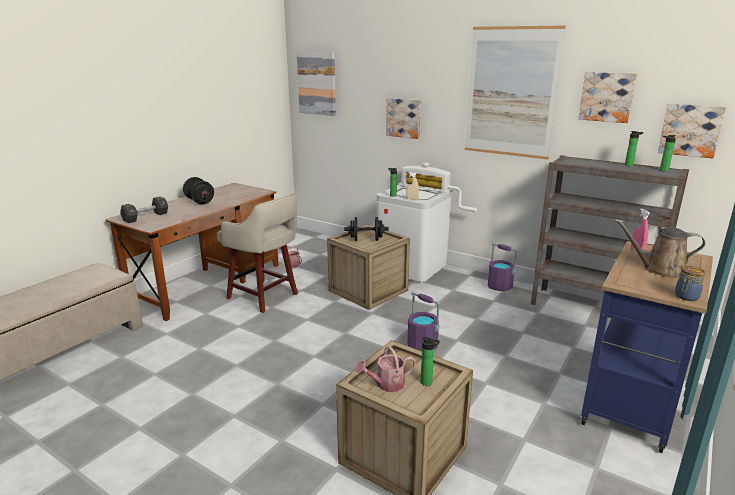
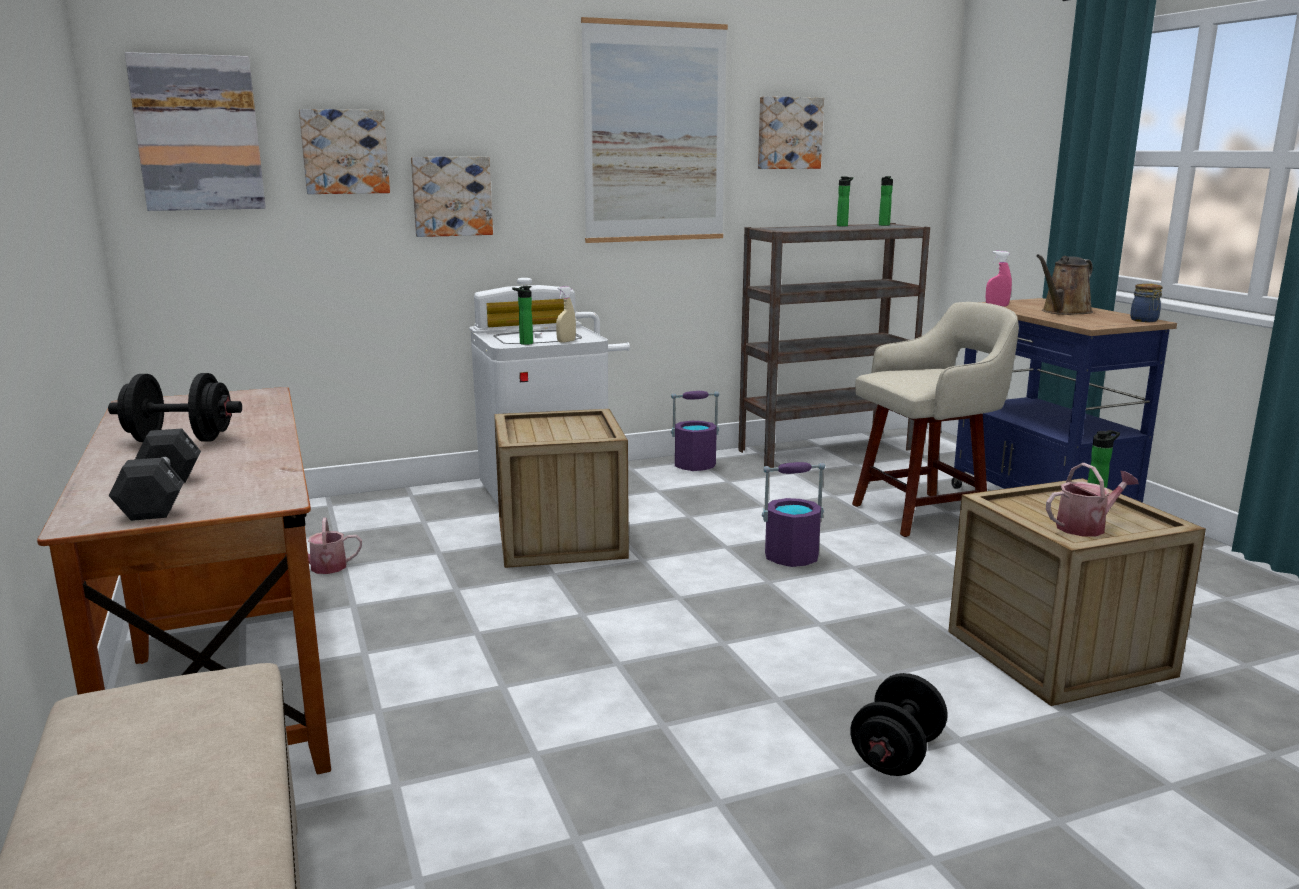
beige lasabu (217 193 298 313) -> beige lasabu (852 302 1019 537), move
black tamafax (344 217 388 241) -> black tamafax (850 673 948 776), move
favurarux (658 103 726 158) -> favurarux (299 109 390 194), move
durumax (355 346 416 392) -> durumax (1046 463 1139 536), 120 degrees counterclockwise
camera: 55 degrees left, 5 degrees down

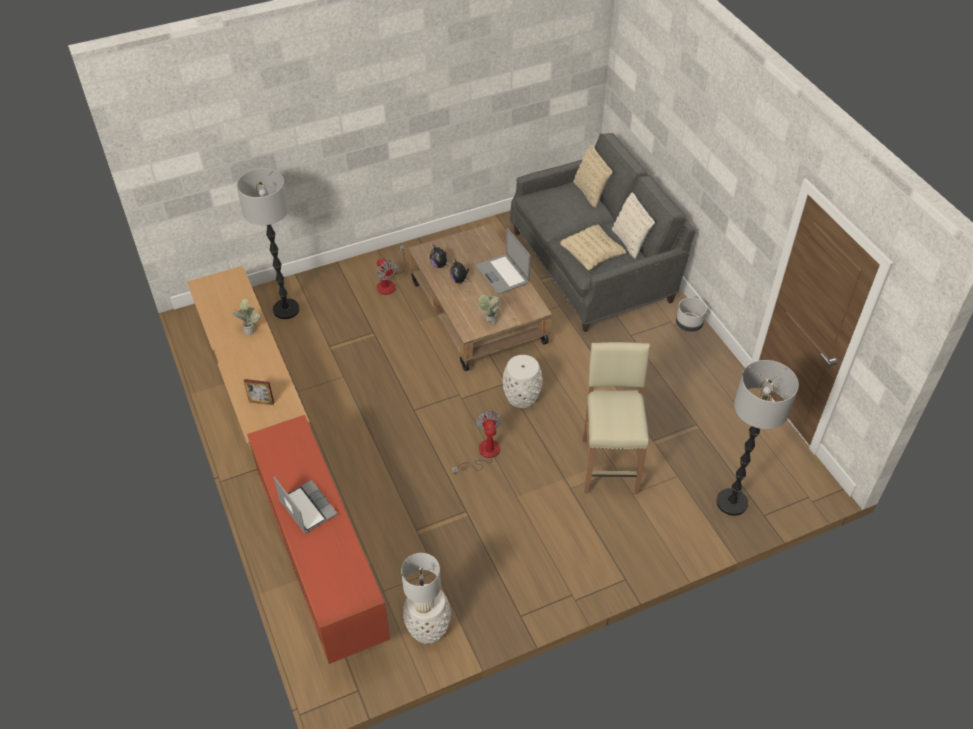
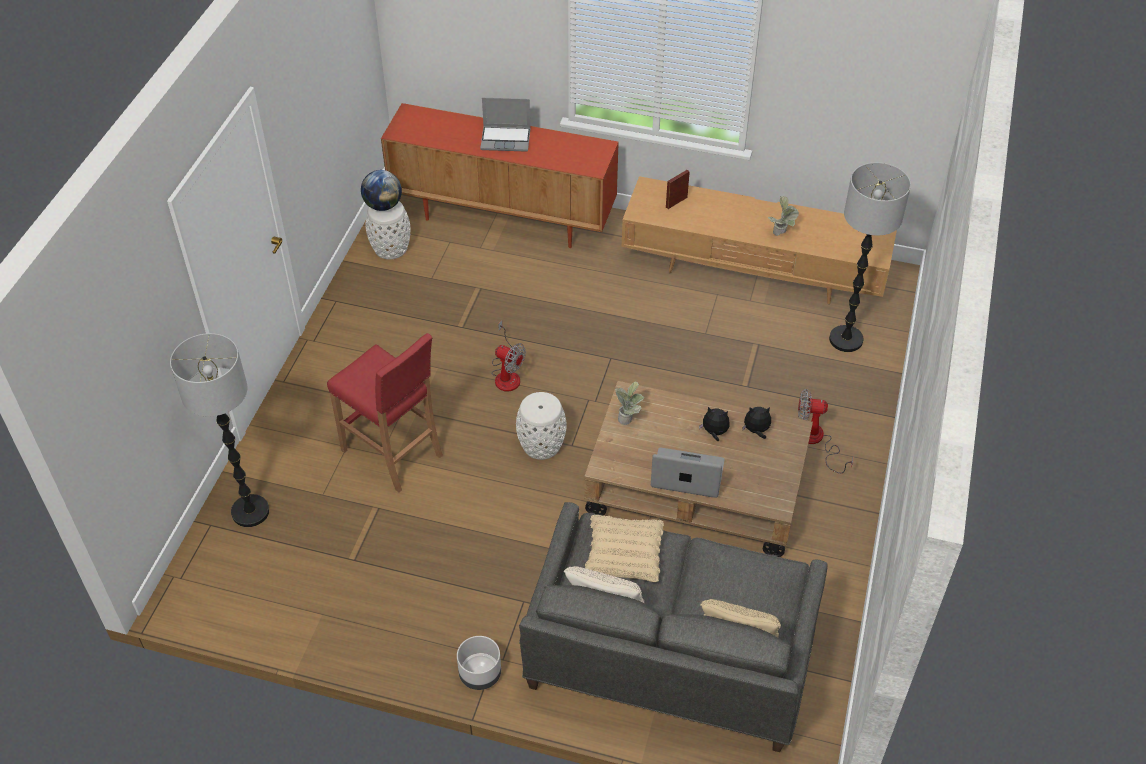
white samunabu (401 553 441 613) -> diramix (361 170 402 211)
beige lasabu (583 342 650 494) -> red lasabu (327 333 443 493)
camera: 130 degrees right, 0 degrees up

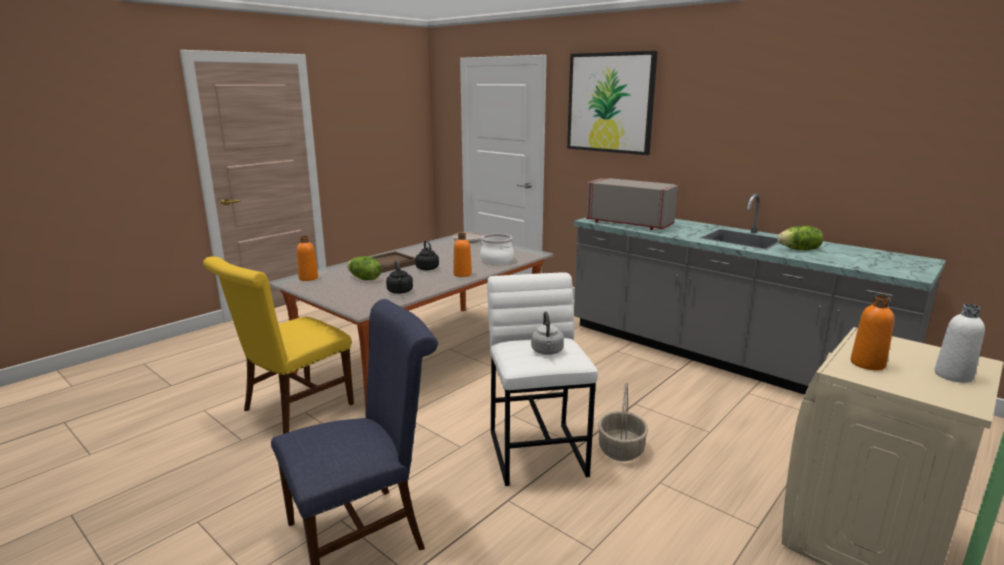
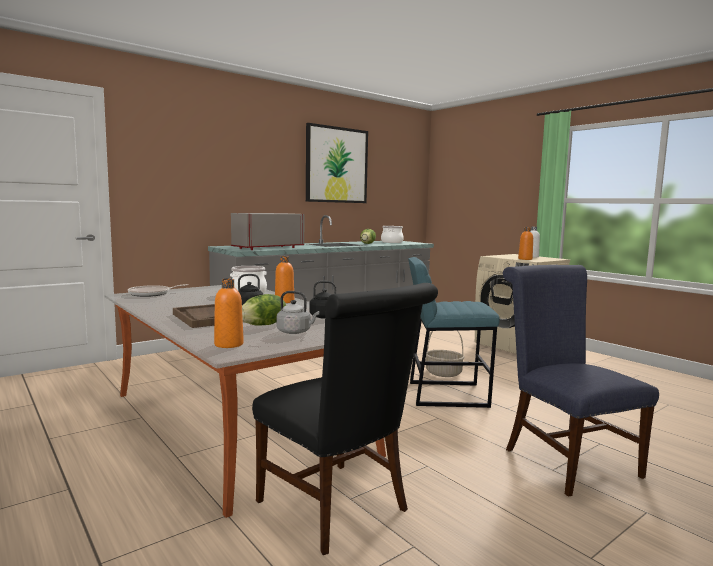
none -> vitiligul (381 226 404 243)
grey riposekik (531 312 564 355) -> grey riposekik (276 291 319 334), move
favurarux (567 51 658 155) -> favurarux (306 123 368 203), move
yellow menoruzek (203 256 354 434) -> black menoruzek (252 283 438 555)
white lasabu (487 272 598 486) -> blue lasabu (408 257 500 408)
camera: 80 degrees left, 10 degrees down

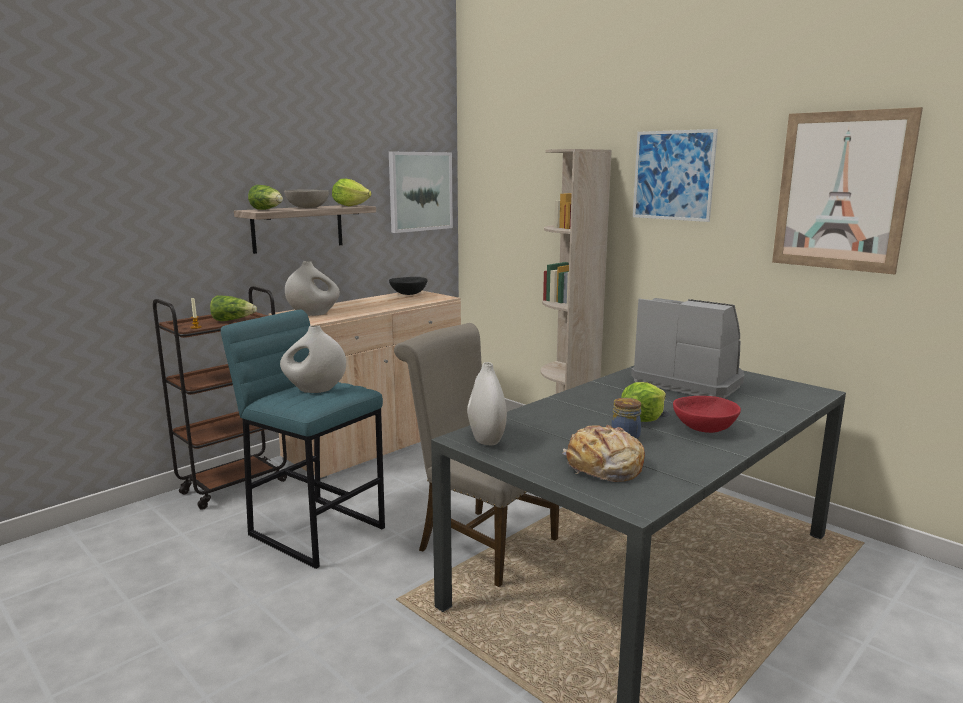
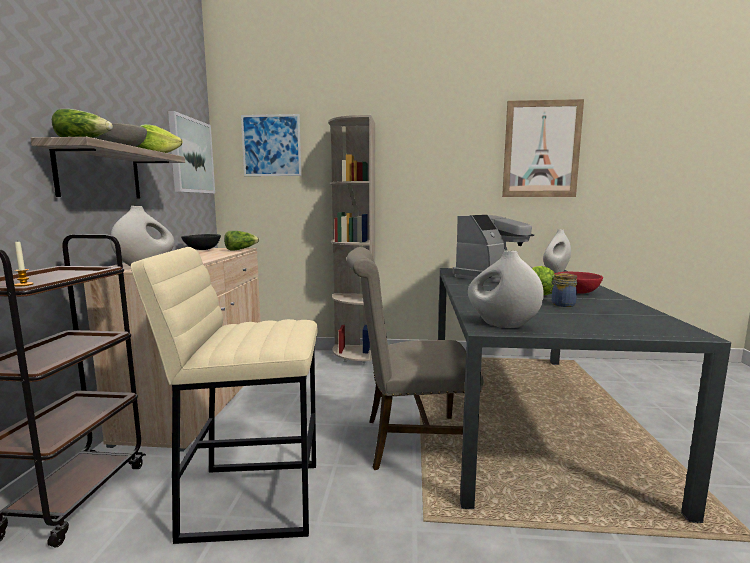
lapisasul (562 425 645 482) -> none
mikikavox (210 295 257 321) -> mikikavox (224 231 259 251), move
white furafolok (280 326 346 393) -> white furafolok (543 229 571 273), move
favurarux (633 129 718 222) -> favurarux (241 114 301 176), move
turquoise lasabu (221 310 385 569) -> beige lasabu (131 247 317 544)
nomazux (631 298 744 399) -> nomazux (453 215 534 282), 135 degrees clockwise
camera: 40 degrees left, 5 degrees down

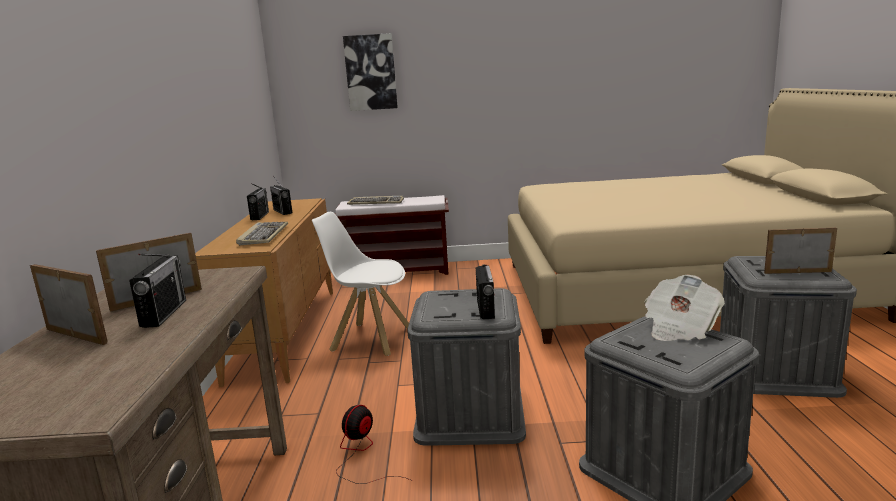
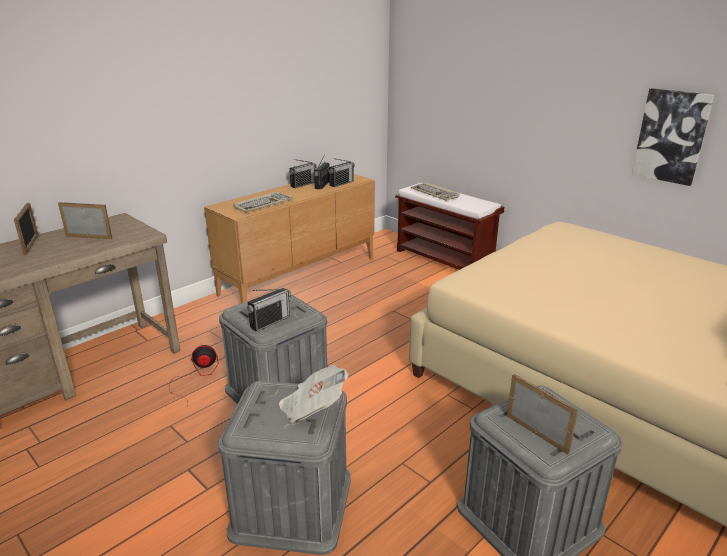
white menoruzek (312 212 409 356) -> none
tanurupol (129 254 186 328) -> tanurupol (329 158 355 187), move
favurarux (343 33 398 111) -> favurarux (632 88 714 186), move
camera: 45 degrees right, 10 degrees up

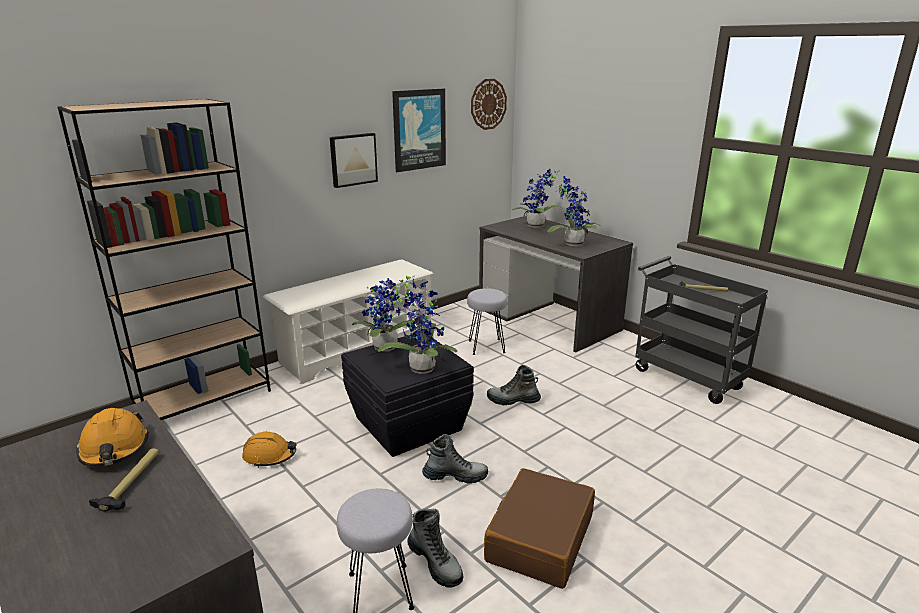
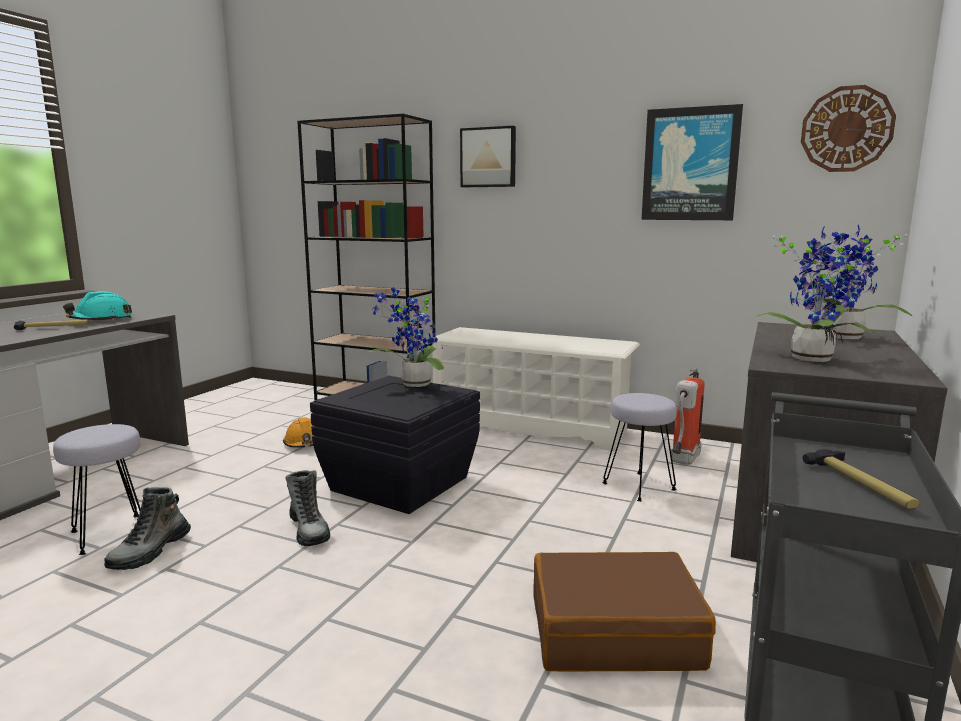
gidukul (378 279 457 374) -> none
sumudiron (487 365 541 405) -> none
none -> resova (670 368 705 465)
favurarux (330 133 378 188) -> favurarux (460 126 516 187), move
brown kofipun (484 468 595 589) -> brown kofipun (533 552 716 672), move
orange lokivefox (76 408 149 467) -> turquoise lokivefox (63 291 133 321)
camera: 65 degrees right, 10 degrees down

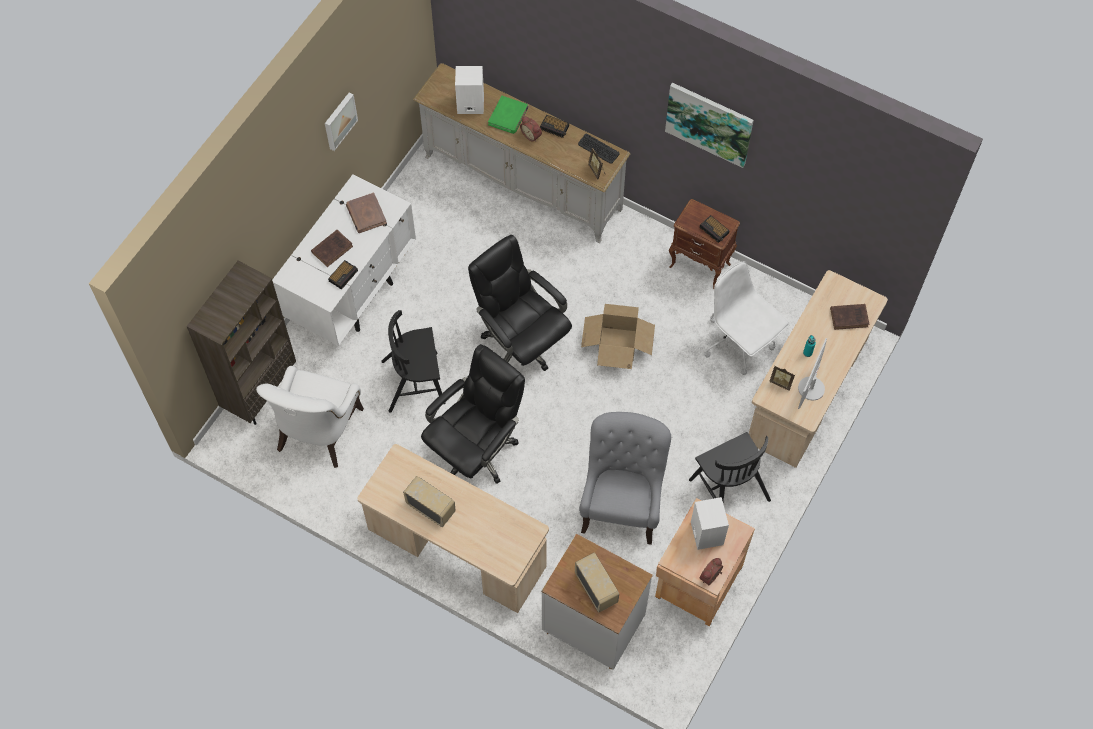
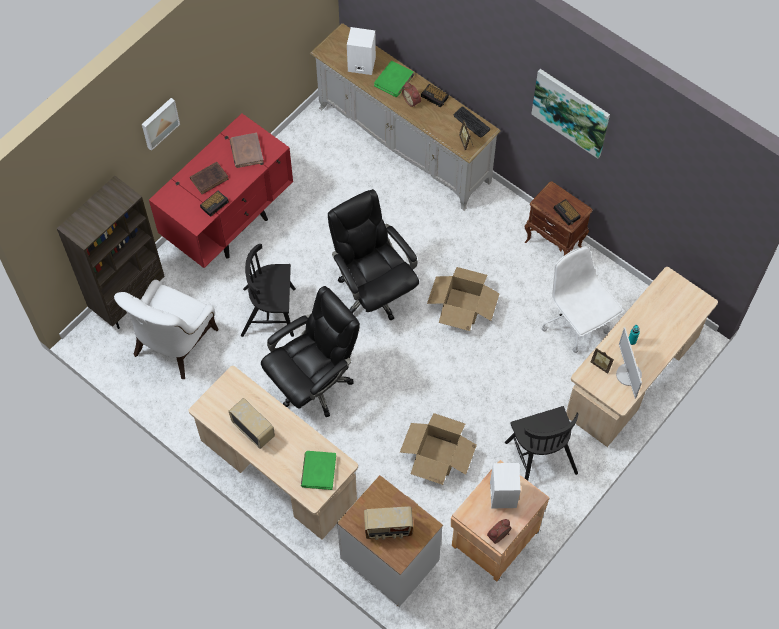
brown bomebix (830 304 869 330) -> none
none -> green bomebix (301 451 336 490)
favurarux (325 92 358 151) -> favurarux (142 98 180 151), move
grey menoruzek (579 412 671 545) -> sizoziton (400 413 477 485)
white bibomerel (272 174 416 346) -> red bibomerel (149 113 293 268)
tanurupol (575 552 619 612) -> tanurupol (364 506 413 540), 105 degrees clockwise
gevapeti (798 338 827 409) -> gevapeti (616 327 642 398), 45 degrees counterclockwise
camera: 10 degrees right, 0 degrees up

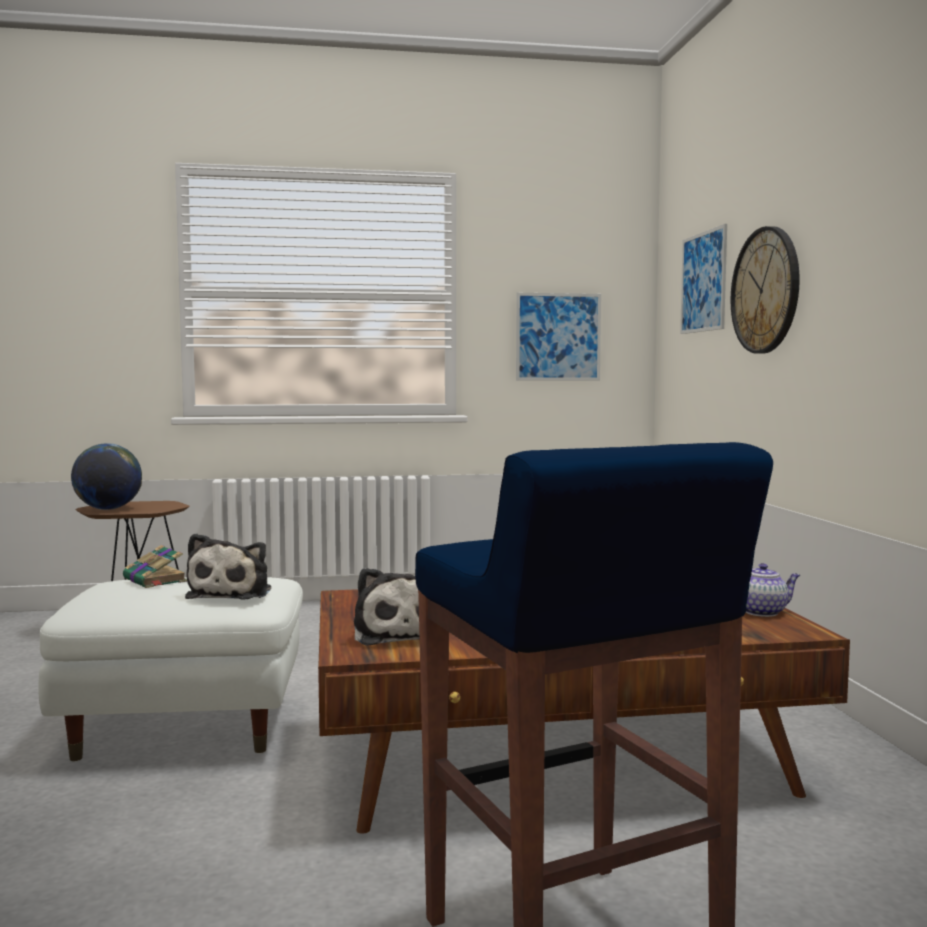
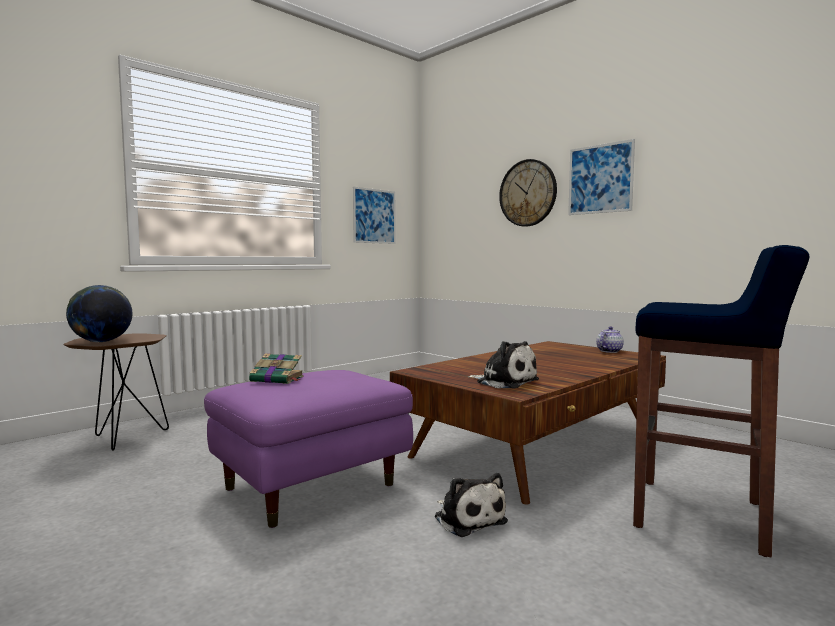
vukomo (185 533 271 600) -> vukomo (434 473 508 537), move
favurarux (680 224 727 334) -> favurarux (568 139 635 215), move
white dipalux (38 577 303 762) -> purple dipalux (204 370 413 528)
camera: 35 degrees left, 0 degrees up

